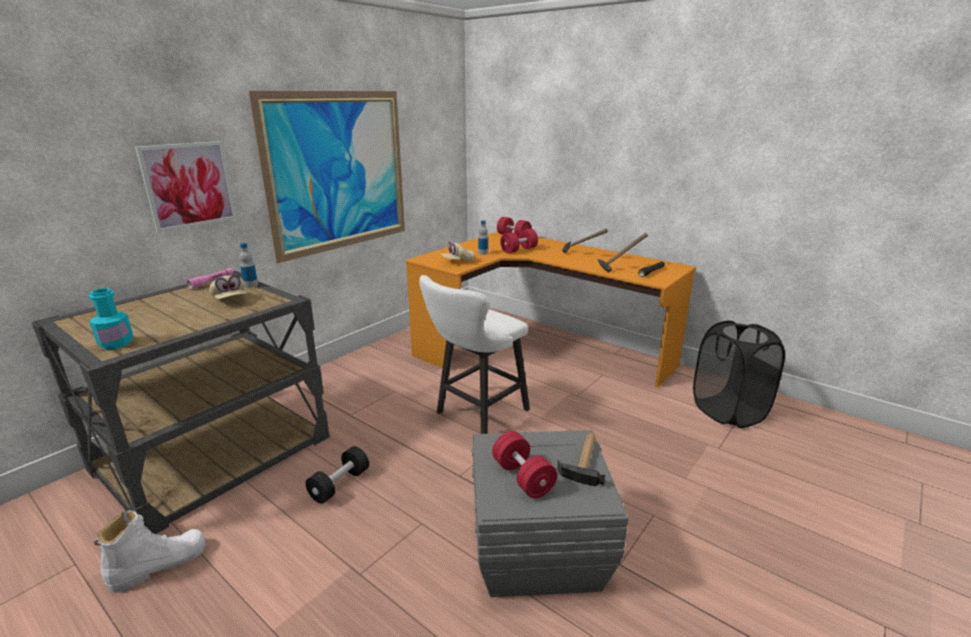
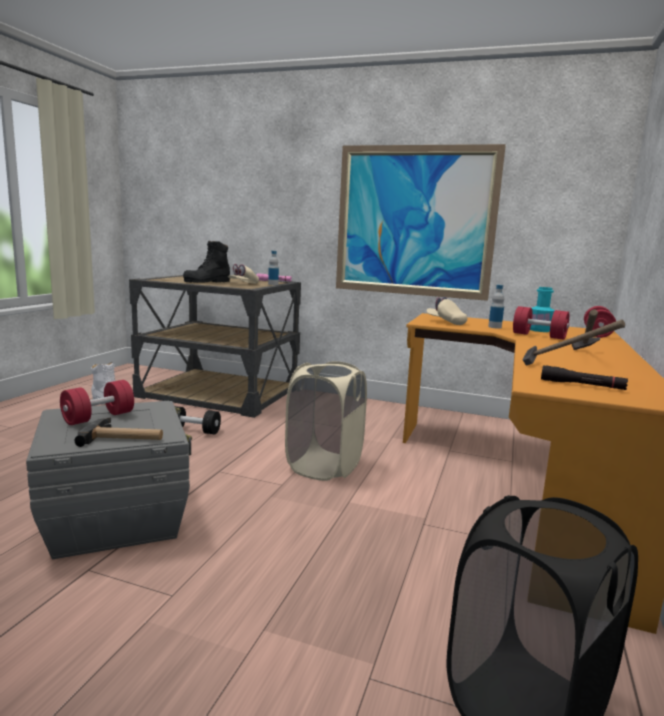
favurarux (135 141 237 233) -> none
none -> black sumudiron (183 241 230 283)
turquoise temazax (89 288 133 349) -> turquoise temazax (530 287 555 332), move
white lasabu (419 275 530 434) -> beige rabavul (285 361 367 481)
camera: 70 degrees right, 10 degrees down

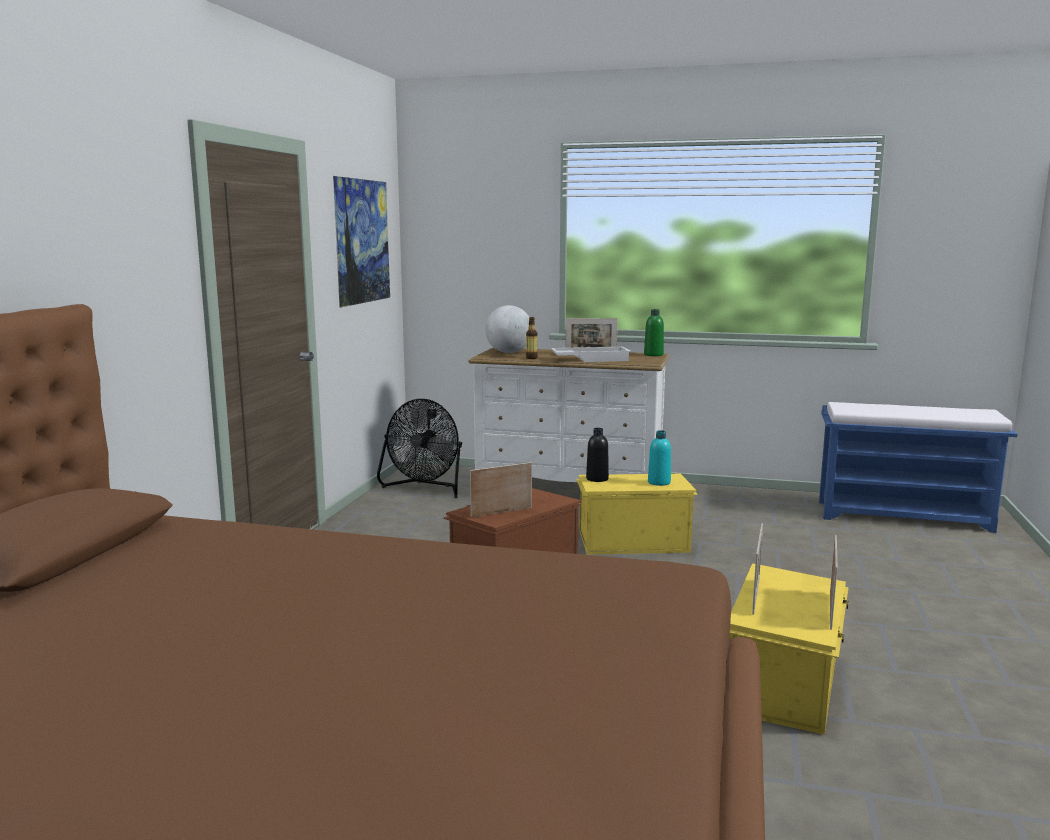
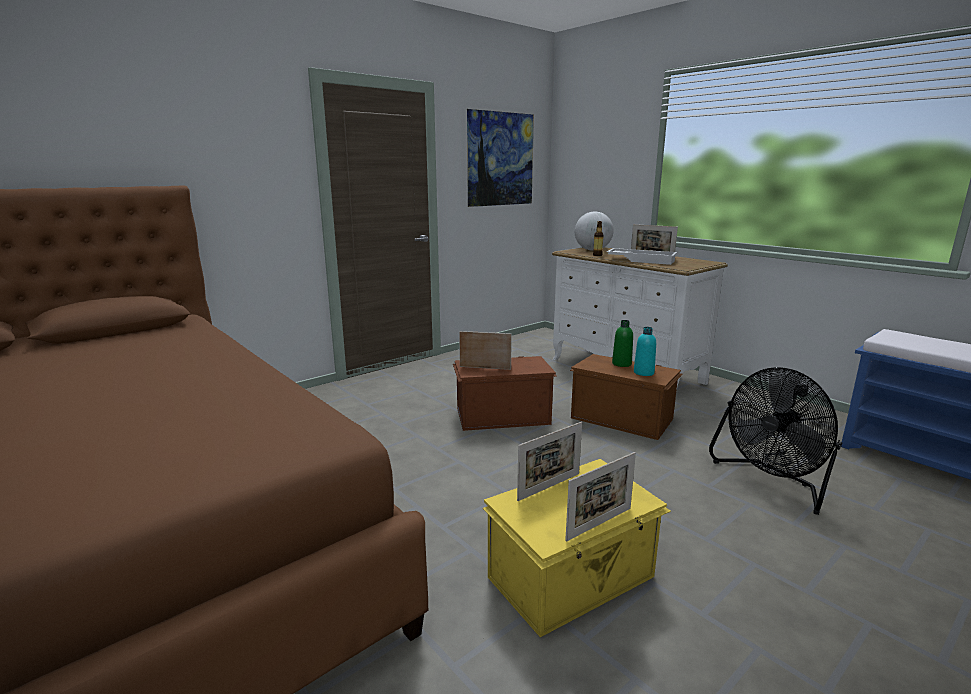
black temazax (586 428 609 482) -> none
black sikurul (377 399 462 498) -> black sikurul (709 367 842 515), move
green temazax (644 309 664 356) -> green temazax (612 320 633 367), move
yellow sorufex (576 474 698 554) -> brown sorufex (570 354 683 440)
camera: 35 degrees right, 5 degrees up

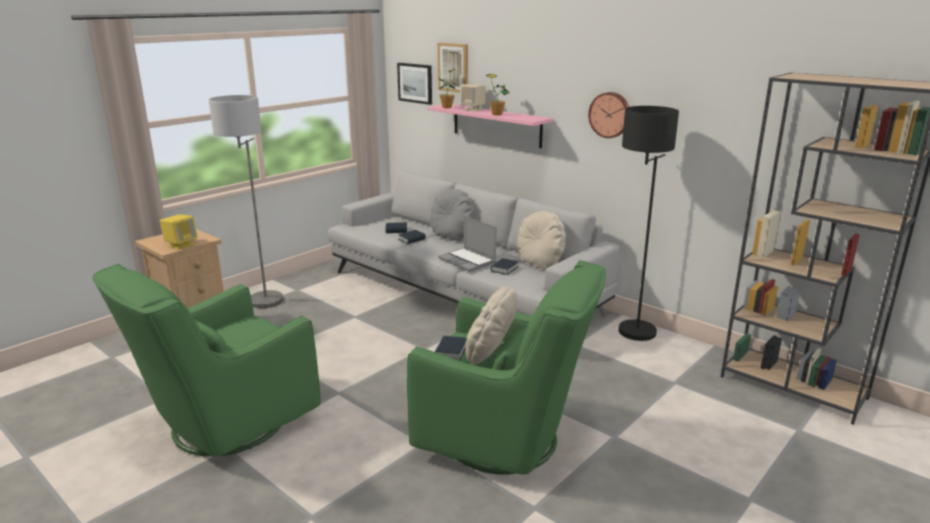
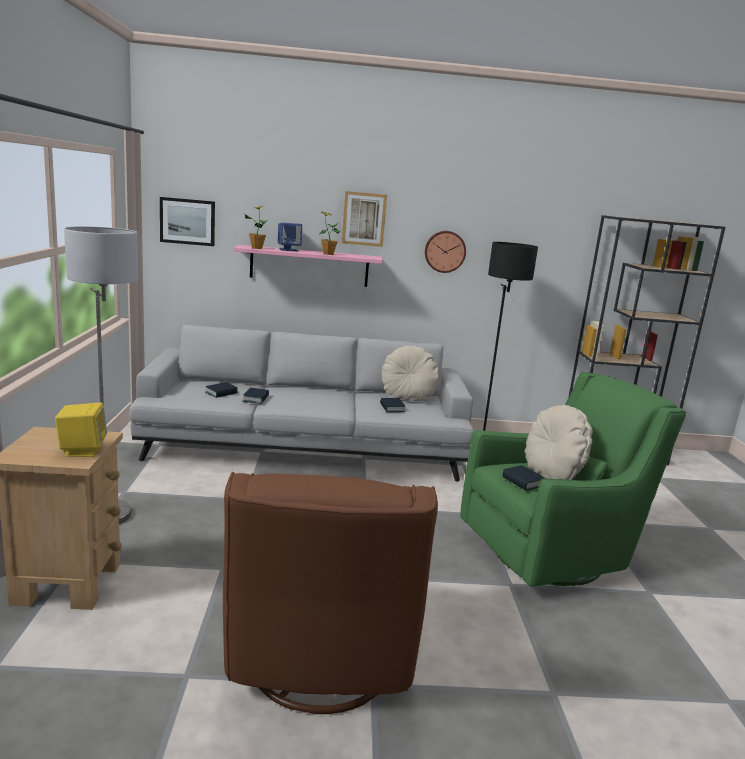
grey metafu (430 189 474 241) -> none
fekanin (438 216 496 272) -> none
favurarux (437 43 468 93) -> favurarux (342 191 387 247), move
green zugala (93 264 321 457) -> brown zugala (223 472 438 714)
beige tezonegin (460 84 486 111) -> blue tezonegin (278 223 302 252)
camera: 45 degrees left, 5 degrees down

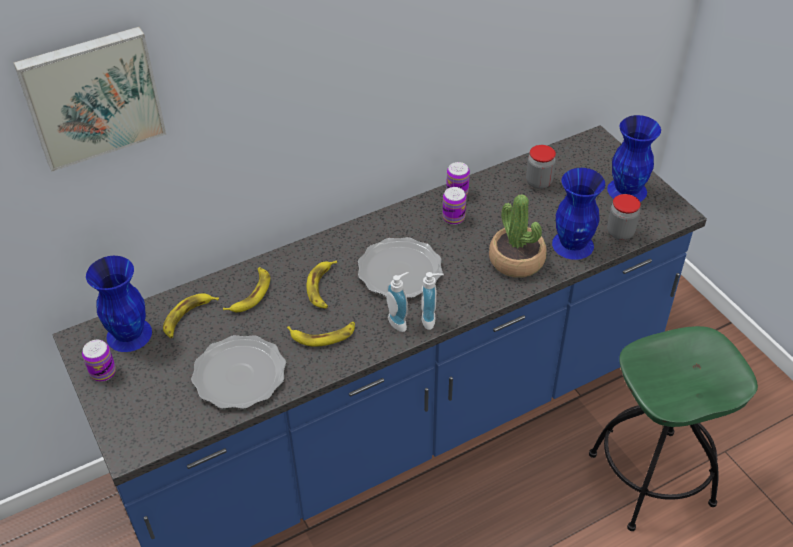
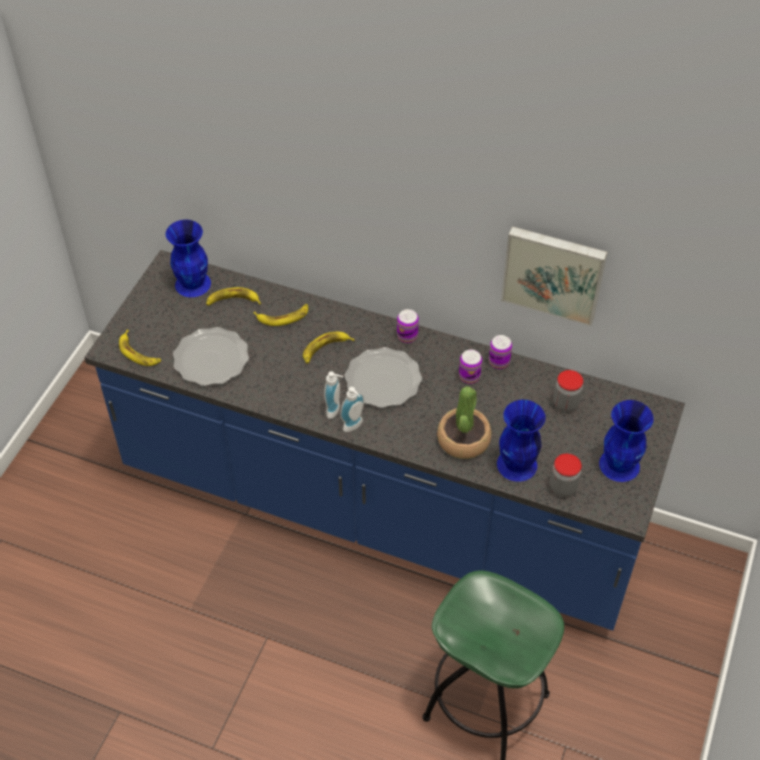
favurarux (13 27 166 171) -> favurarux (501 226 607 326), move
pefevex (82 340 116 382) -> pefevex (397 309 419 343), move
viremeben (287 322 355 347) -> viremeben (119 330 161 366), move
camera: 50 degrees right, 5 degrees up

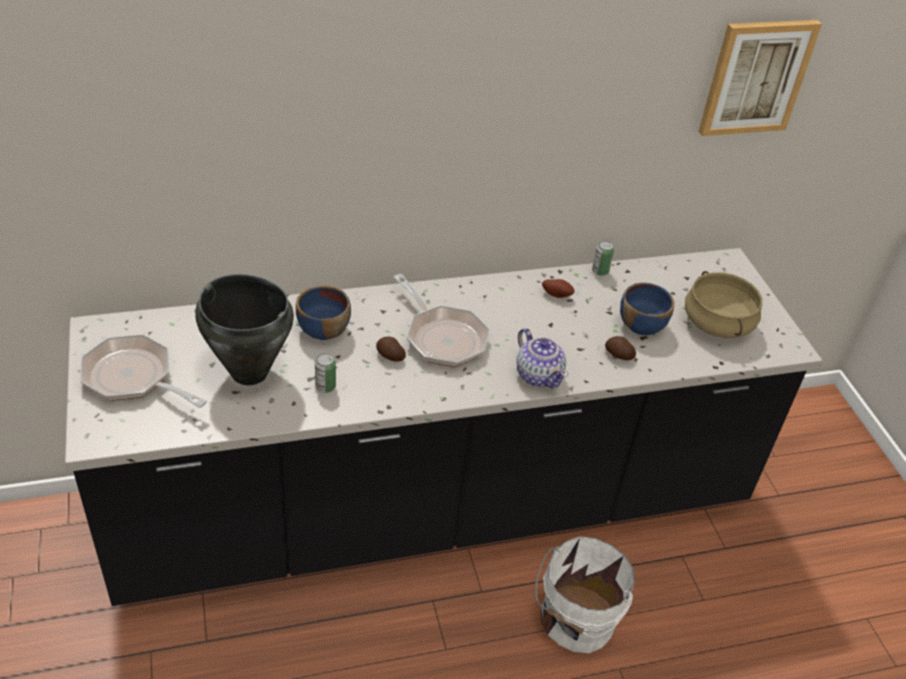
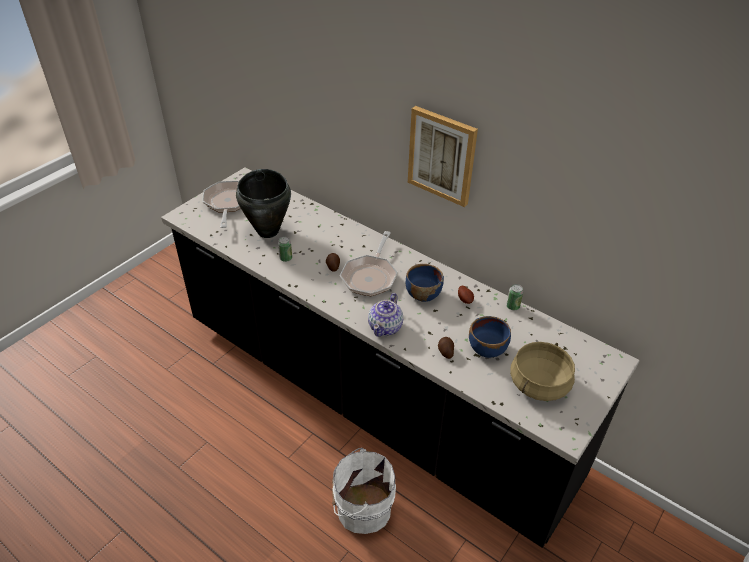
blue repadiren (296 285 351 340) -> blue repadiren (406 264 444 302), move
favurarux (698 20 822 136) -> favurarux (408 106 478 207), move
camera: 55 degrees right, 0 degrees up

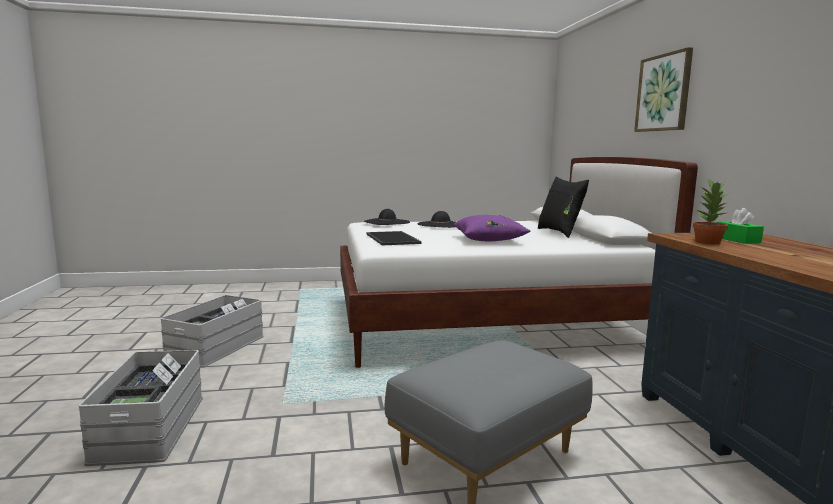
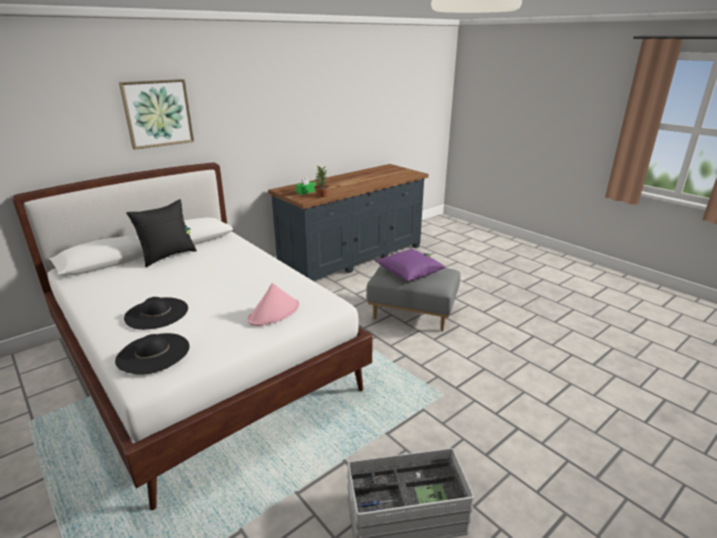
grey sorufex (78 350 203 466) -> none
purple metafu (454 215 531 241) -> purple metafu (375 249 446 281), move
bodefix (366 231 422 246) -> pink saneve (248 283 299 326)
camera: 120 degrees left, 15 degrees up

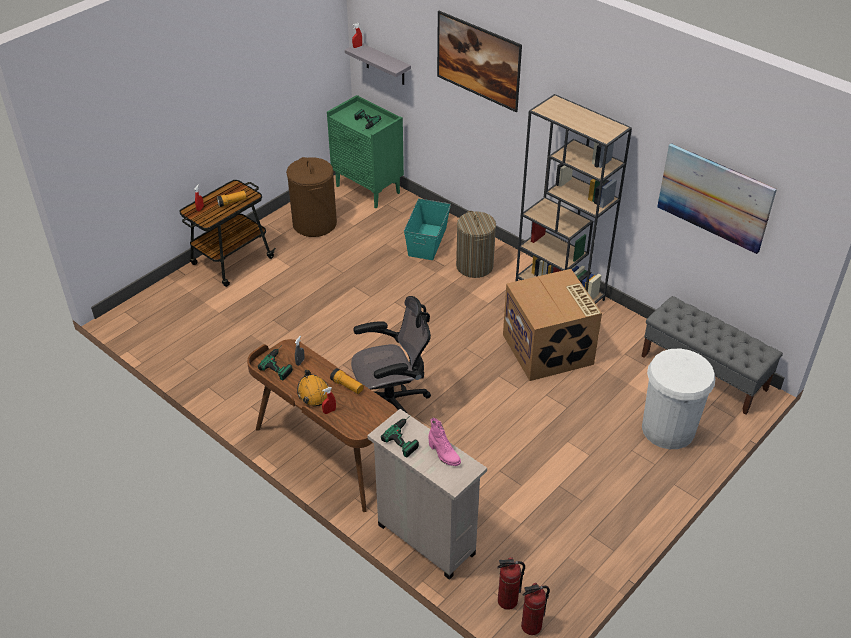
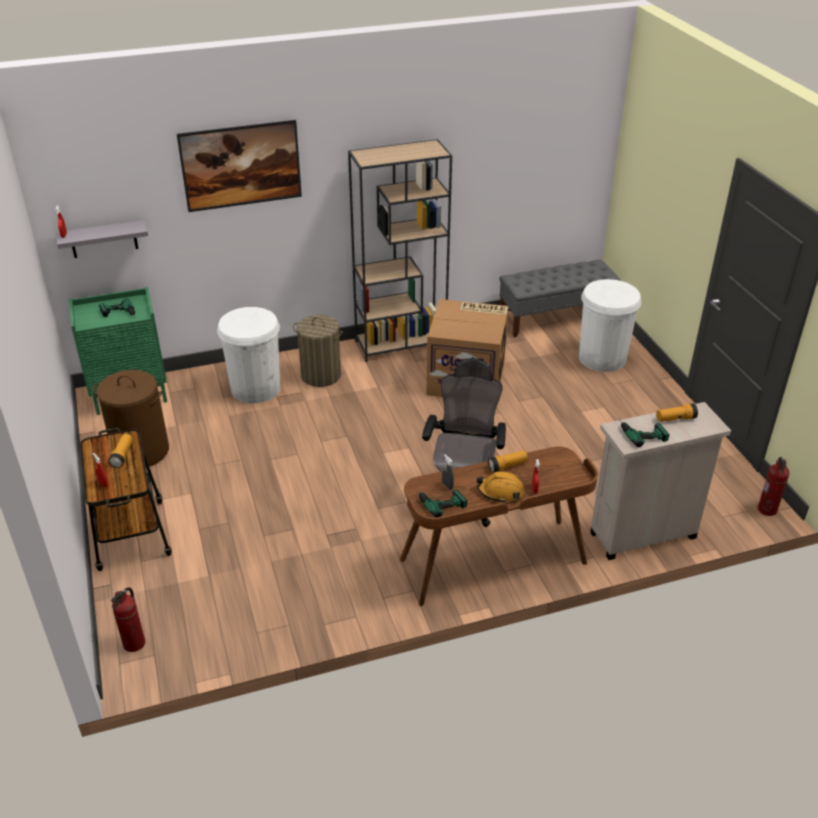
favurarux (657 143 777 254) -> none
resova (497 557 525 610) -> resova (111 587 145 652), move
turquoise sorufex (404 199 451 260) -> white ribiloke (217 307 280 404)
pink sumudiron (429 418 461 466) -> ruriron (656 403 698 422)
camera: 60 degrees left, 5 degrees down

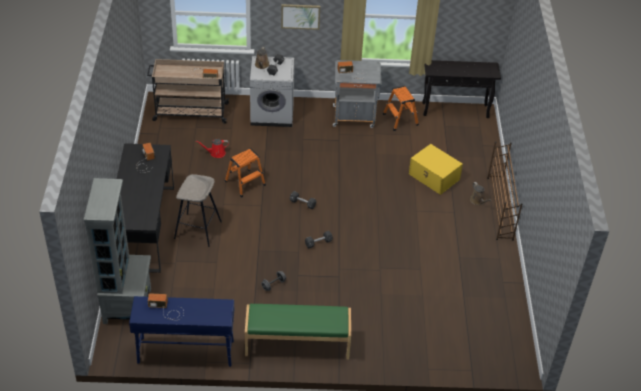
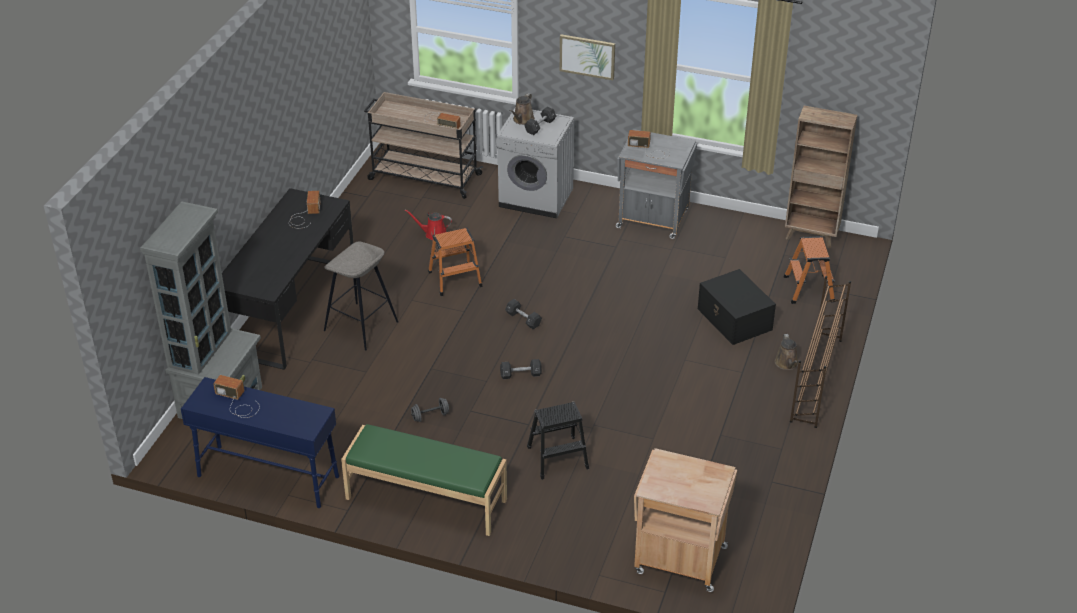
none -> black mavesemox (527 402 589 480)
none -> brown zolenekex (634 448 737 592)
orange mavesemox (383 86 419 131) -> orange mavesemox (783 236 835 304), move
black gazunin (422 60 501 118) -> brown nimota (785 106 857 248)
yellow sorufex (409 144 463 195) -> black sorufex (698 269 776 345)
camera: 20 degrees right, 5 degrees down

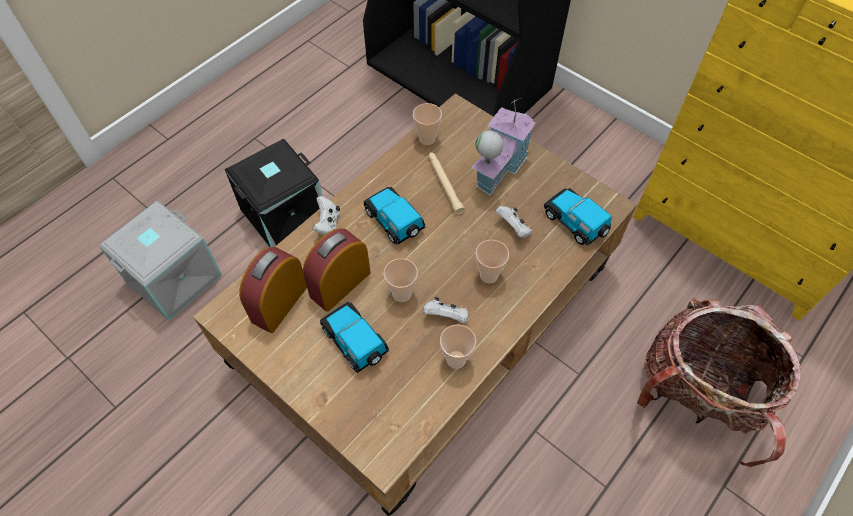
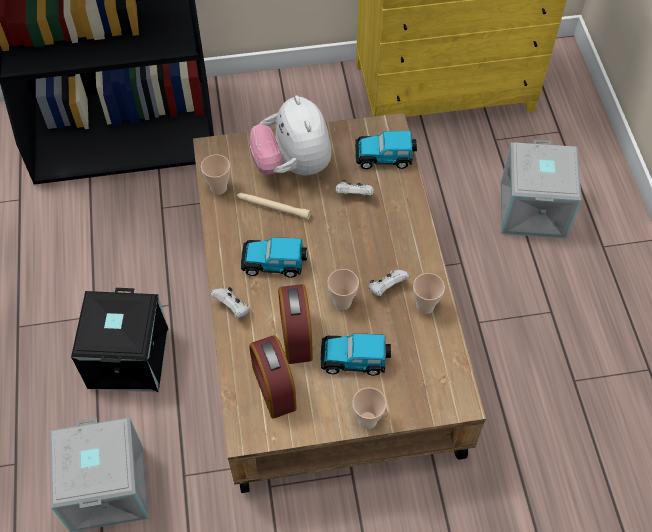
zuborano (475 240 509 283) -> zuborano (352 388 386 429), move
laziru (471 98 536 196) -> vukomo (249 95 331 175)
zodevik (637 298 802 467) -> grey sorufex (501 140 582 239)
camera: 50 degrees left, 0 degrees up

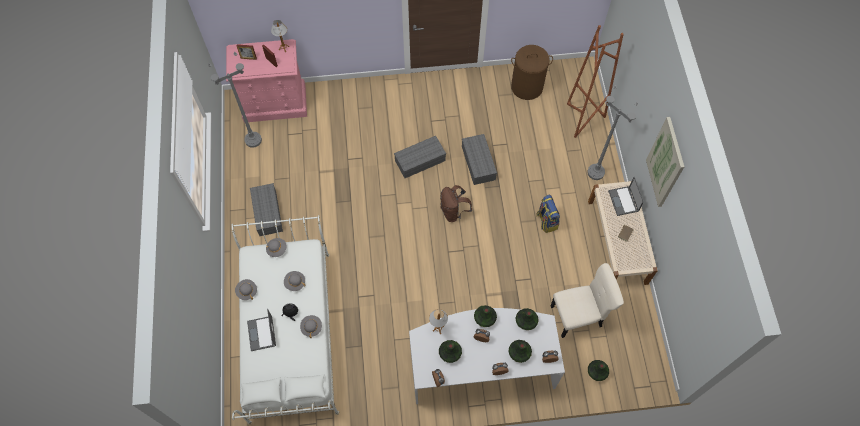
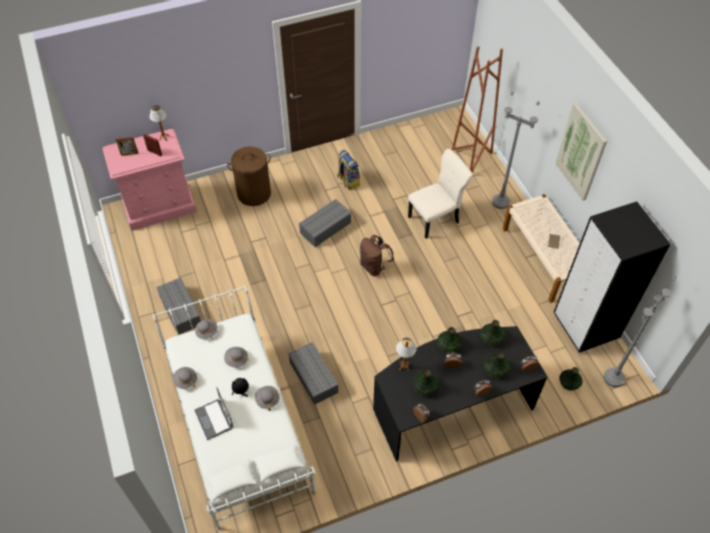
fekanin (608 177 644 216) -> none
none -> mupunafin (553 201 671 354)
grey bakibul (208 52 262 148) -> grey bakibul (603 276 677 387), move
grey sorufex (462 134 497 185) -> grey sorufex (288 342 338 405), move
brown rabavul (511 45 553 100) -> brown rabavul (227 147 271 206), move
zodevik (536 195 560 233) -> zodevik (337 150 360 190), move
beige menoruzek (551 263 624 338) -> beige menoruzek (408 149 473 239), move
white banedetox (409 308 565 404) -> black banedetox (373 326 548 462)
camera: 15 degrees left, 10 degrees down

